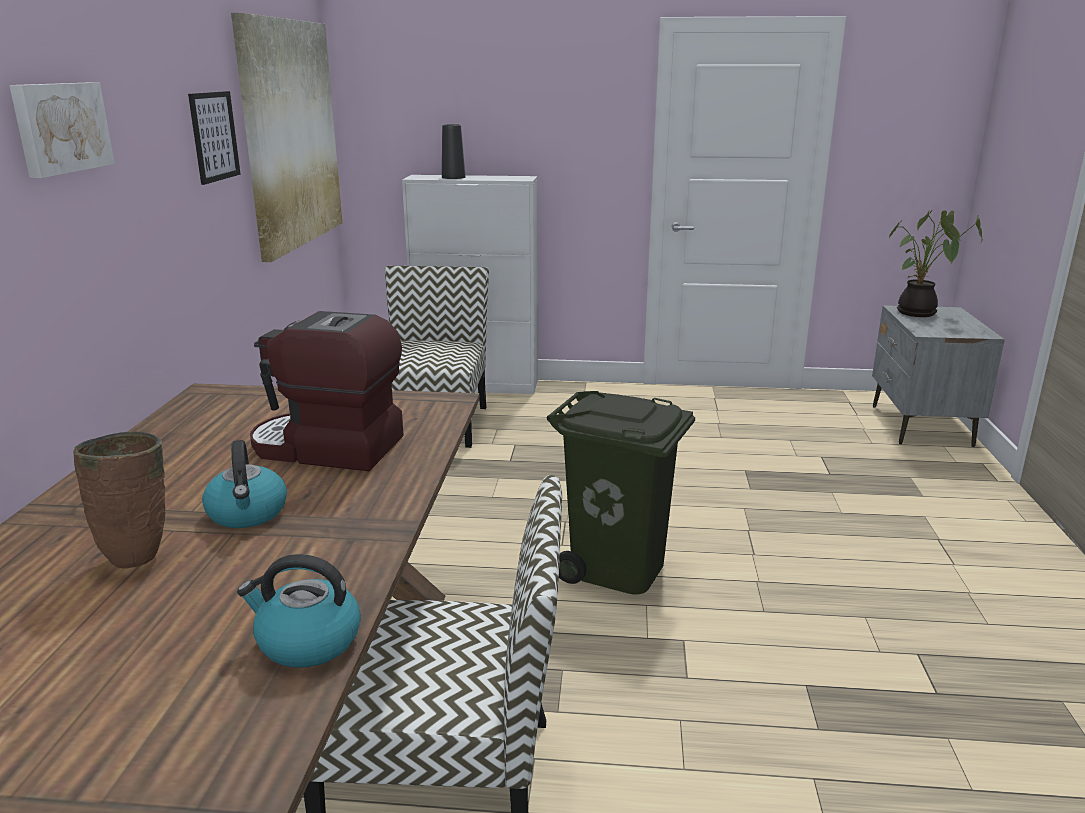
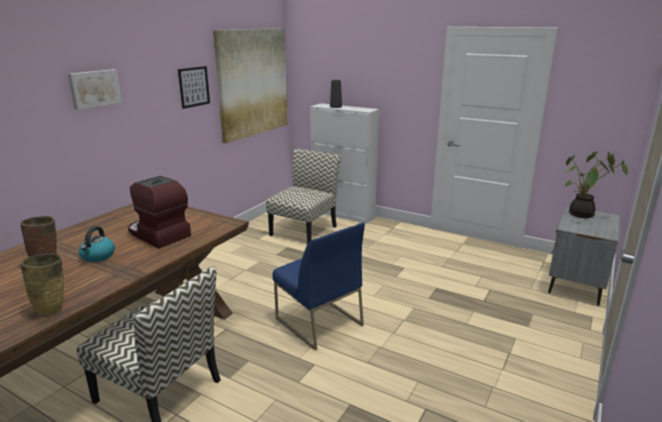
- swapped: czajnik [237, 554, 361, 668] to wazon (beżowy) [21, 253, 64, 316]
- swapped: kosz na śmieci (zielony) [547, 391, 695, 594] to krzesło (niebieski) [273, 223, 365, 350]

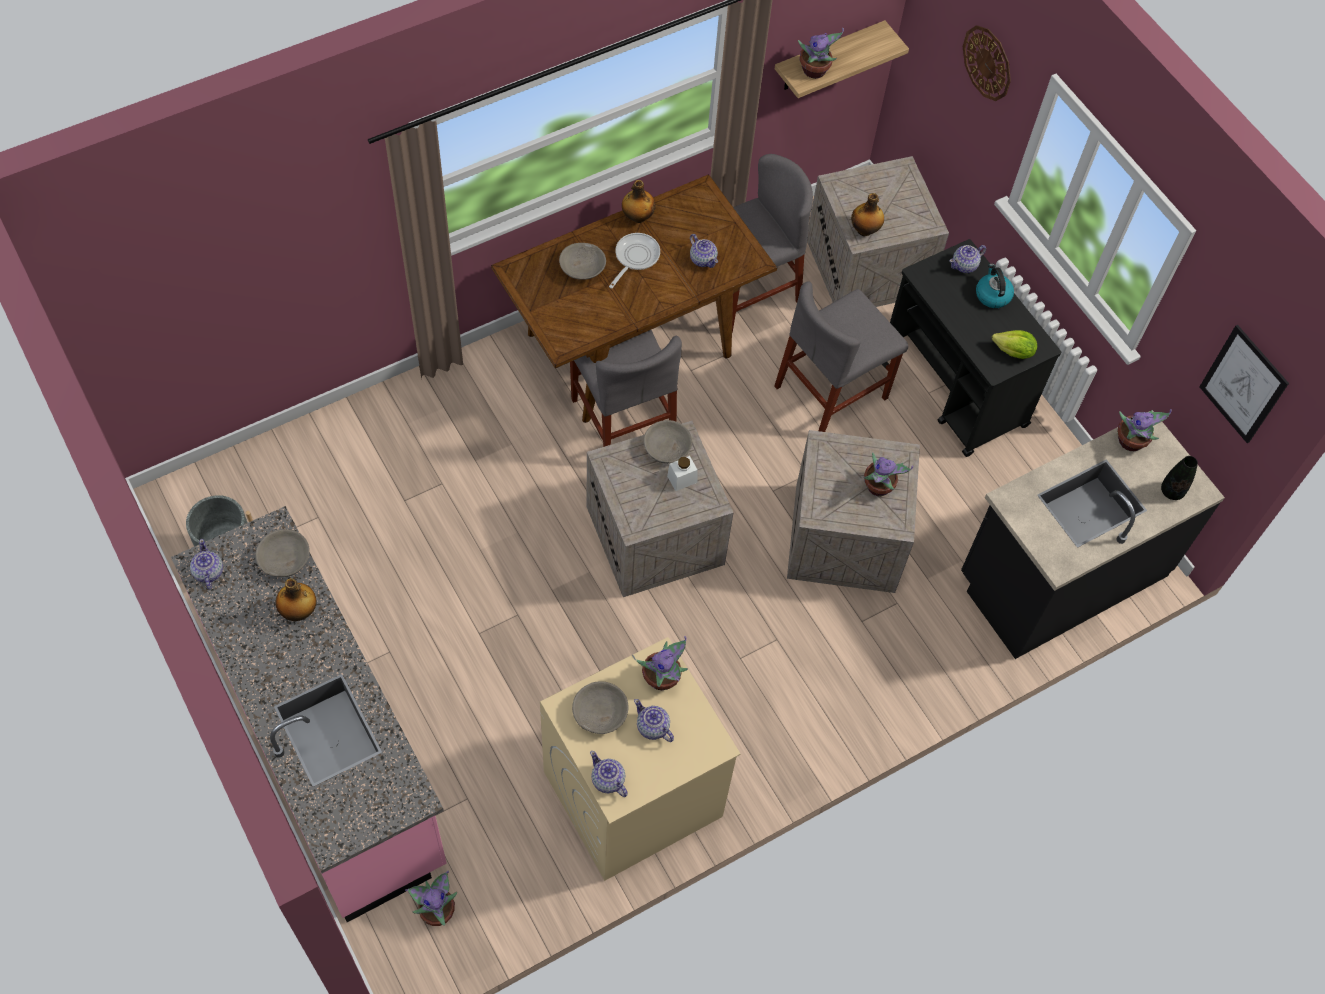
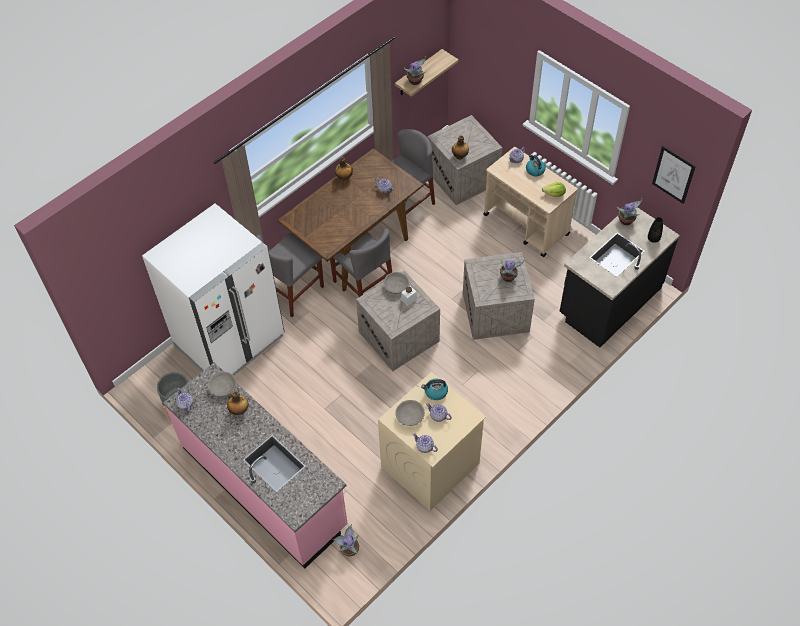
- gone: miska (szary) [559, 243, 606, 280]
- gone: patelnia [609, 233, 660, 289]
- gone: zegar ścienny [963, 25, 1011, 101]
- new: lodówka (biały) [142, 203, 285, 376]
- shifted: krzesło (szary) [774, 282, 908, 432] to [256, 233, 324, 317]
- swapped: roślina doniczkowa [636, 636, 688, 690] to czajnik [421, 379, 448, 400]
- repainted: wózek (czarny) [890, 239, 1061, 457] to wózek (beżowy) [483, 147, 578, 257]

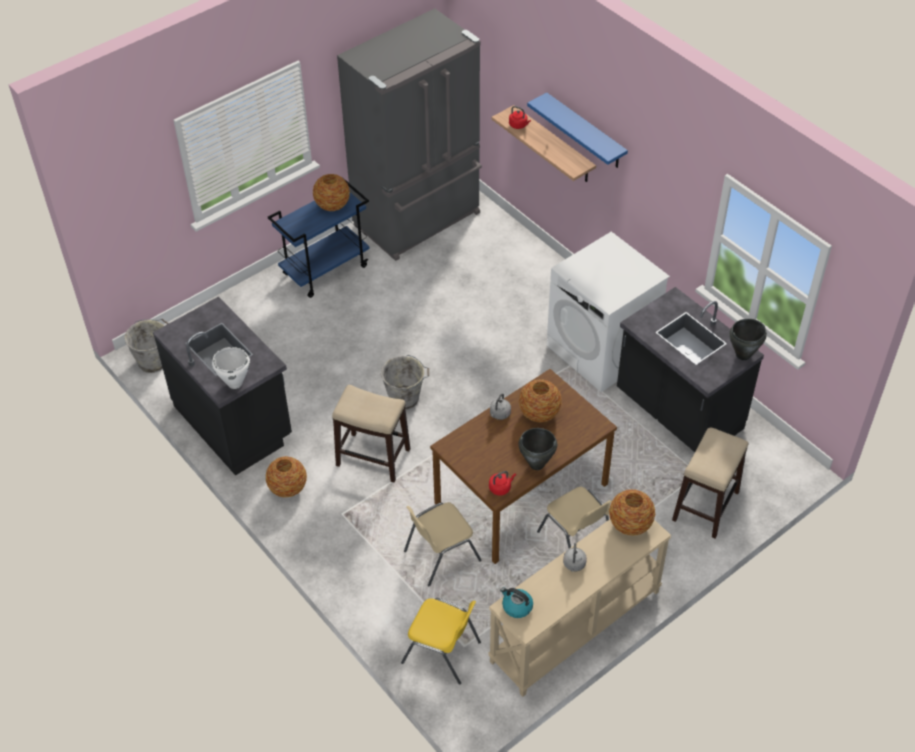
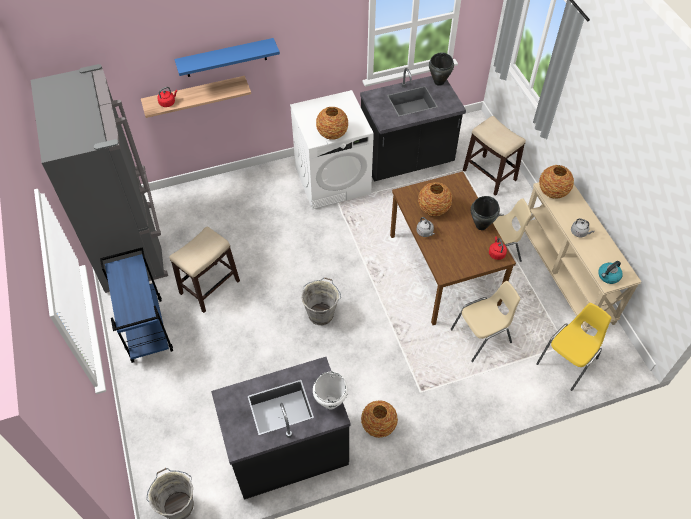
- shifted: wazon [313, 174, 350, 211] to [316, 107, 348, 140]
- shifted: stołek [332, 385, 410, 482] to [169, 227, 240, 313]
- rotated: krzesło (beżowy) [404, 502, 482, 587] = [451, 281, 520, 362] 105 degrees counterclockwise

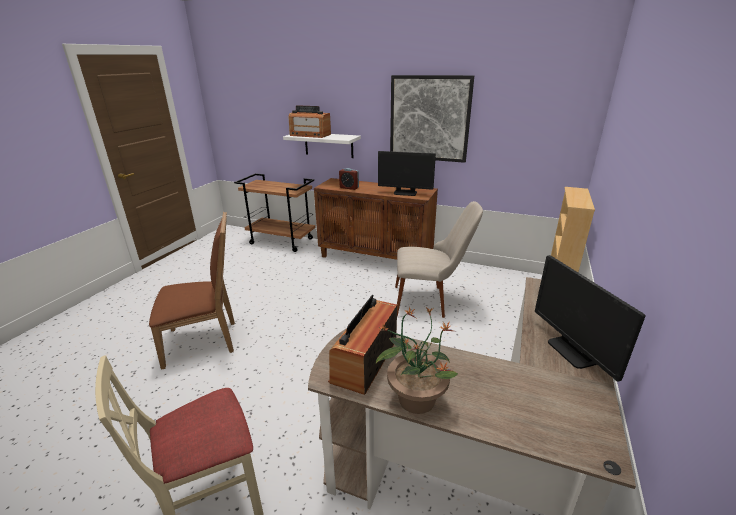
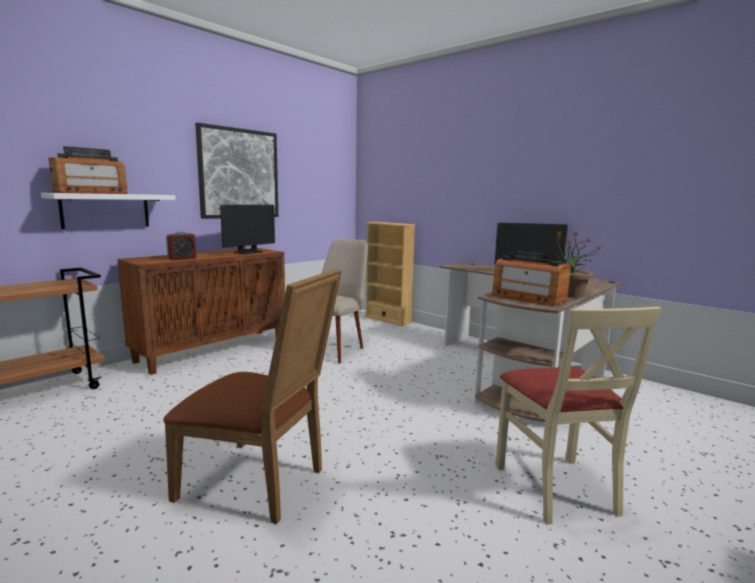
- rotated: krzesło (brązowy) [149, 212, 235, 369] = [163, 269, 342, 524] 105 degrees clockwise

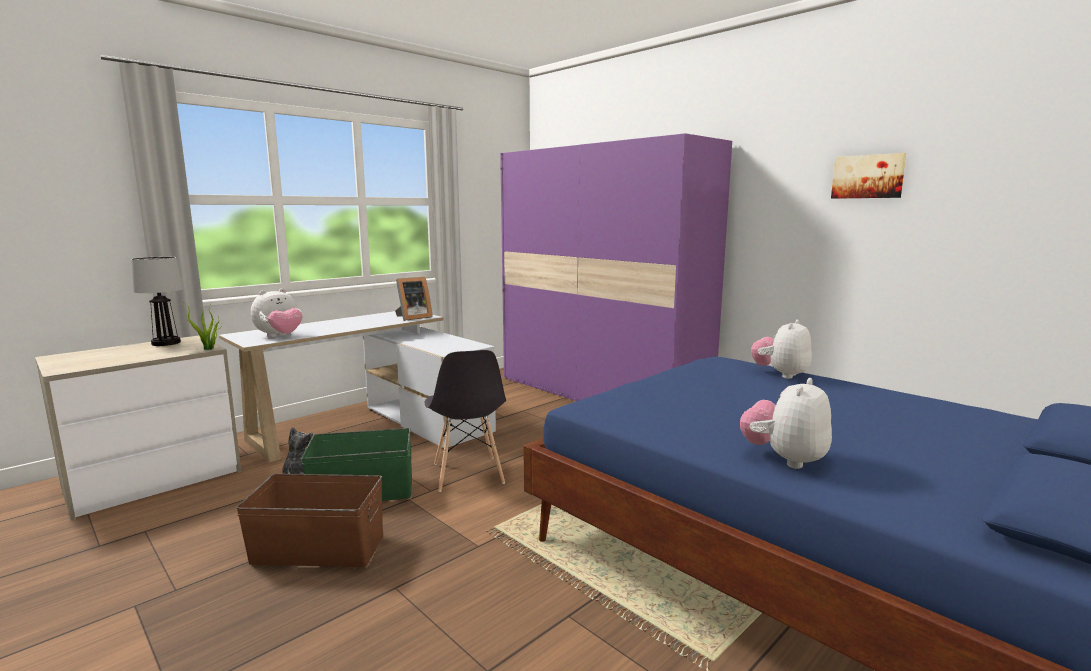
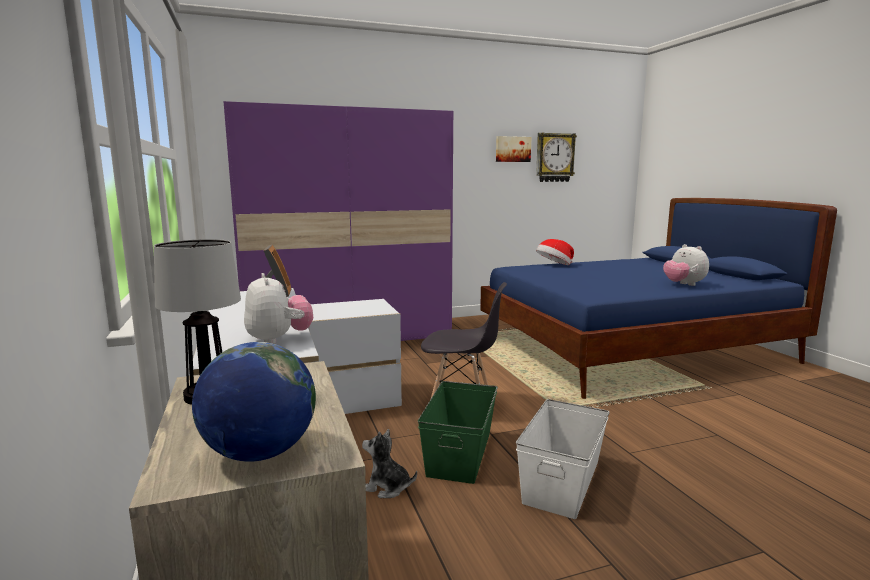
- gone: roślina doniczkowa [183, 301, 222, 350]
- new: globus [192, 342, 316, 462]
- new: zegar ścienny [536, 133, 577, 182]
- swapped: pluszak [751, 320, 812, 379] to kapelusz [536, 239, 574, 265]
- repainted: pojemnik do przechowywania (brązowy) [236, 474, 383, 567] to pojemnik do przechowywania (biały) [516, 399, 610, 519]

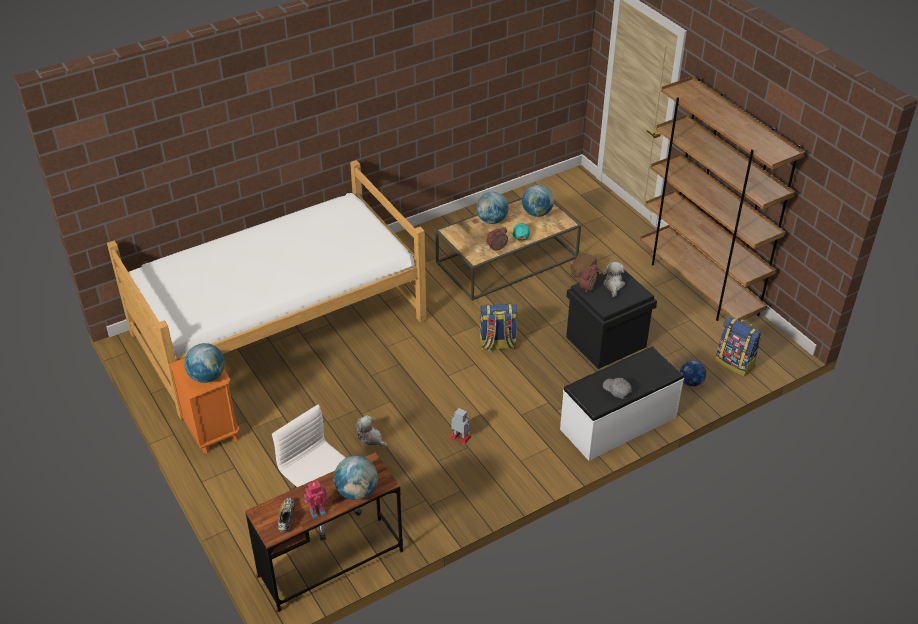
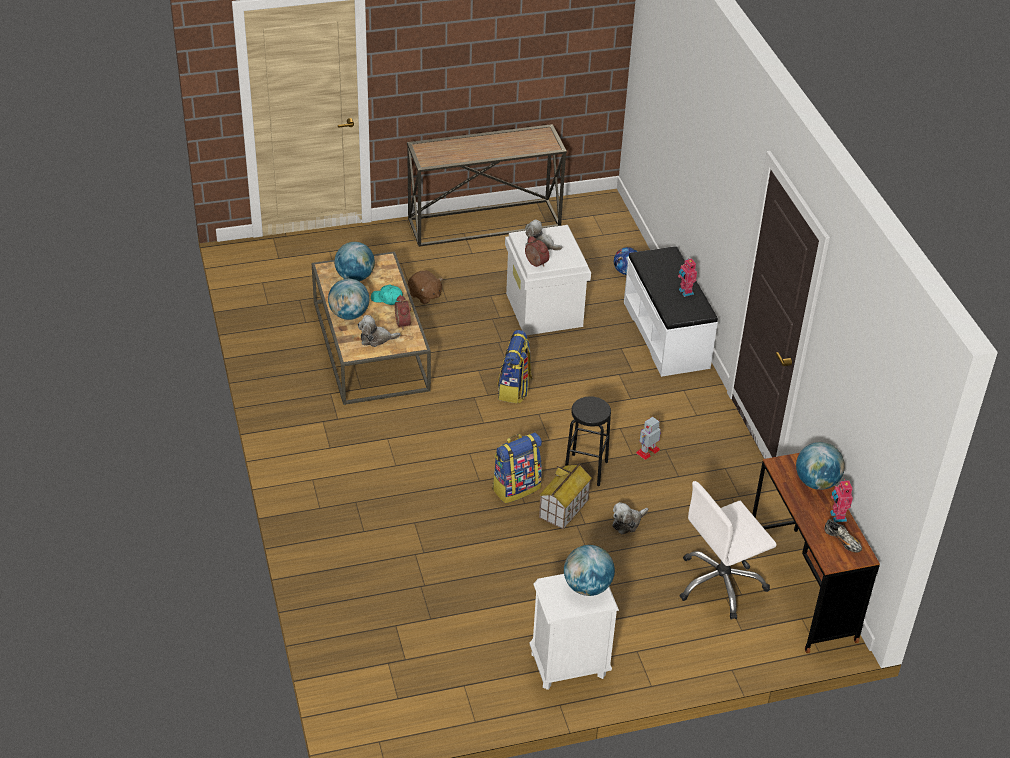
- gone: łóżko [107, 160, 426, 419]
- new: pluszak [358, 315, 401, 347]
- new: domek [539, 463, 592, 530]
- new: stołek (czarny) [565, 396, 611, 486]
- shifted: plecak [715, 317, 761, 376] to [492, 432, 542, 503]
- swapped: czapka z daszkiem (szary) [603, 378, 632, 399] to robot zabawkowy [678, 258, 697, 297]
- swapped: regał (brązowy) [640, 76, 805, 321] to stolik konsolowy [407, 124, 567, 247]
- repainted: szafka nocna (pomarańczowy) [169, 358, 240, 454] to szafka nocna (biały) [530, 574, 619, 690]
- repainted: pojemnik do przechowywania (czarny) [566, 271, 657, 369] to pojemnik do przechowywania (biały) [505, 225, 591, 335]
- rotated: but [278, 497, 295, 533] = [825, 519, 862, 553] 150 degrees counterclockwise

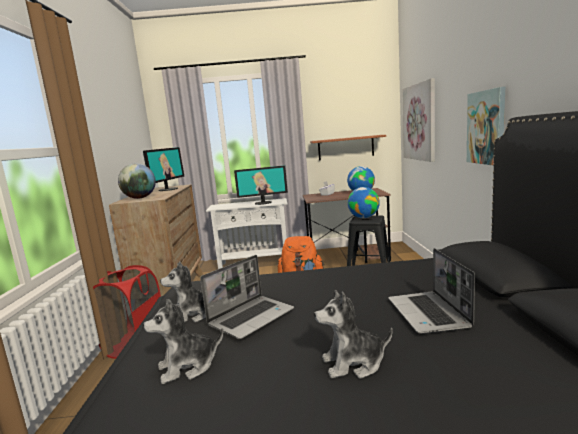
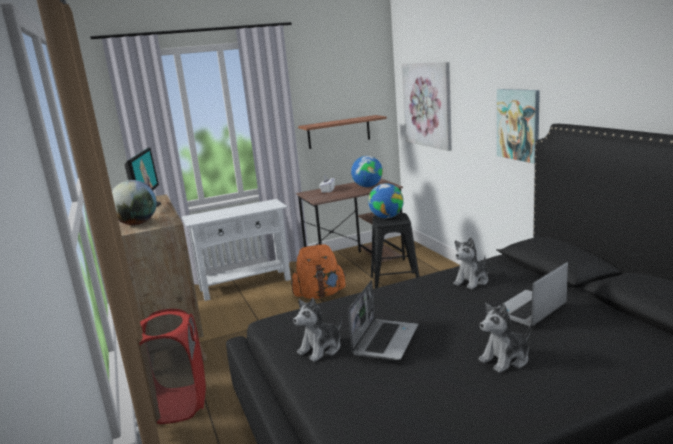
- gone: monitor [234, 165, 288, 205]
- shifted: pluszak [143, 299, 223, 384] to [453, 237, 488, 289]
- rotated: laptop [388, 248, 475, 334] = [498, 262, 568, 327] 75 degrees clockwise

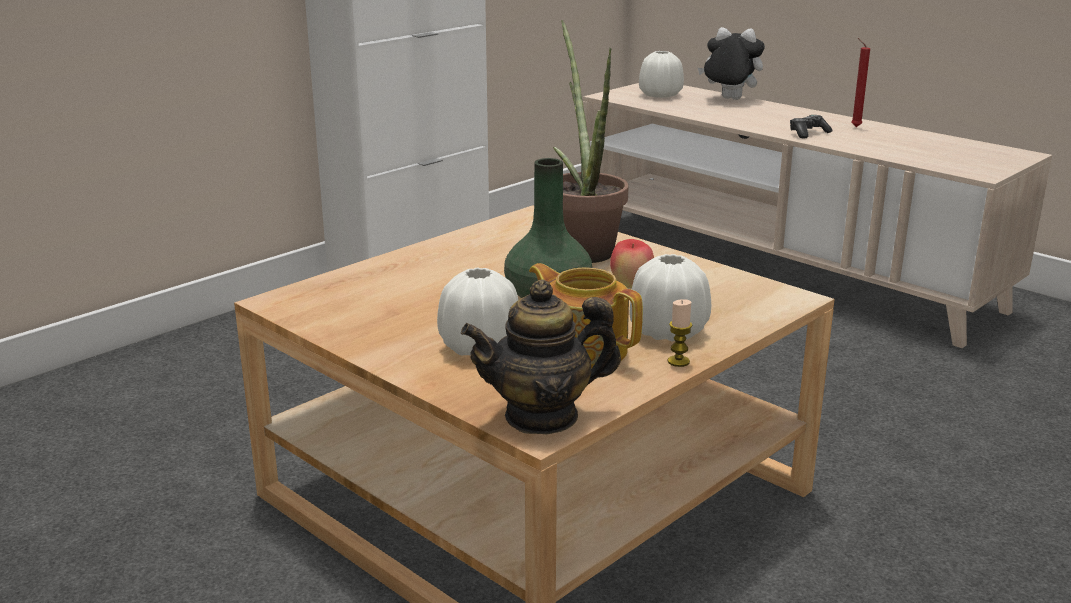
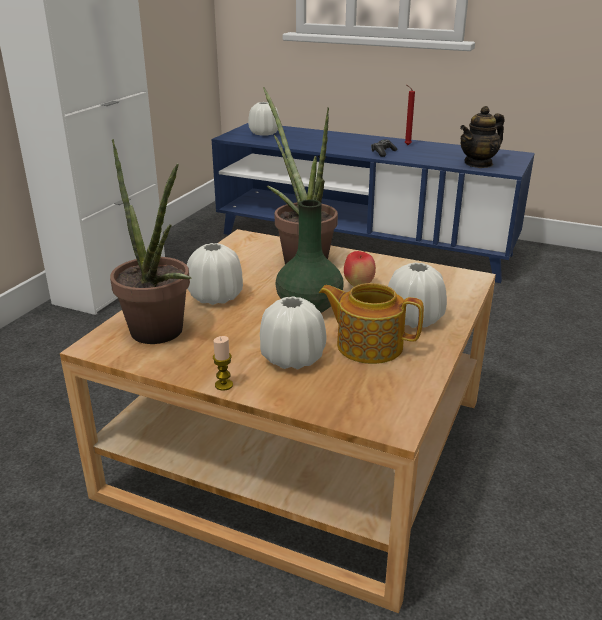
- gone: pluszak [698, 27, 765, 100]
- new: roślina doniczkowa [110, 139, 192, 344]
- new: wazon (biały) [187, 243, 243, 305]
- shifted: imbryk [461, 280, 621, 435] to [460, 106, 505, 168]
- shifted: świeca [668, 299, 692, 367] to [213, 336, 233, 391]
- repainted: szafka pod telewizor (beżowy) [583, 83, 1052, 348] to szafka pod telewizor (niebieski) [212, 123, 535, 283]

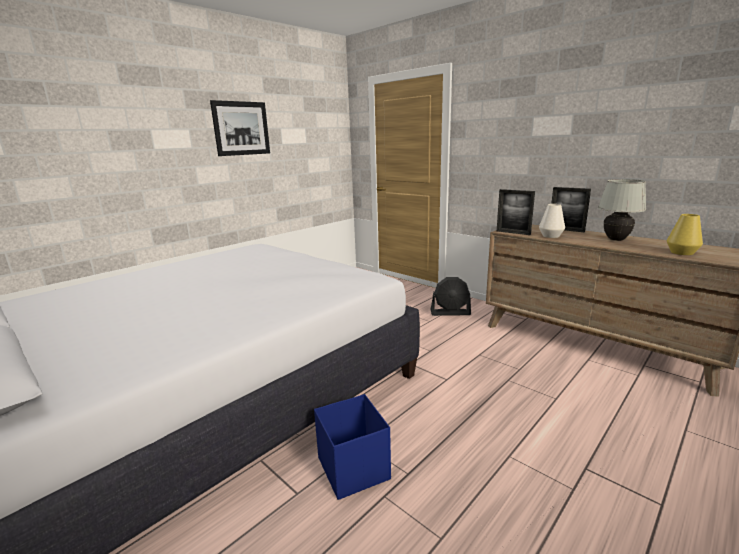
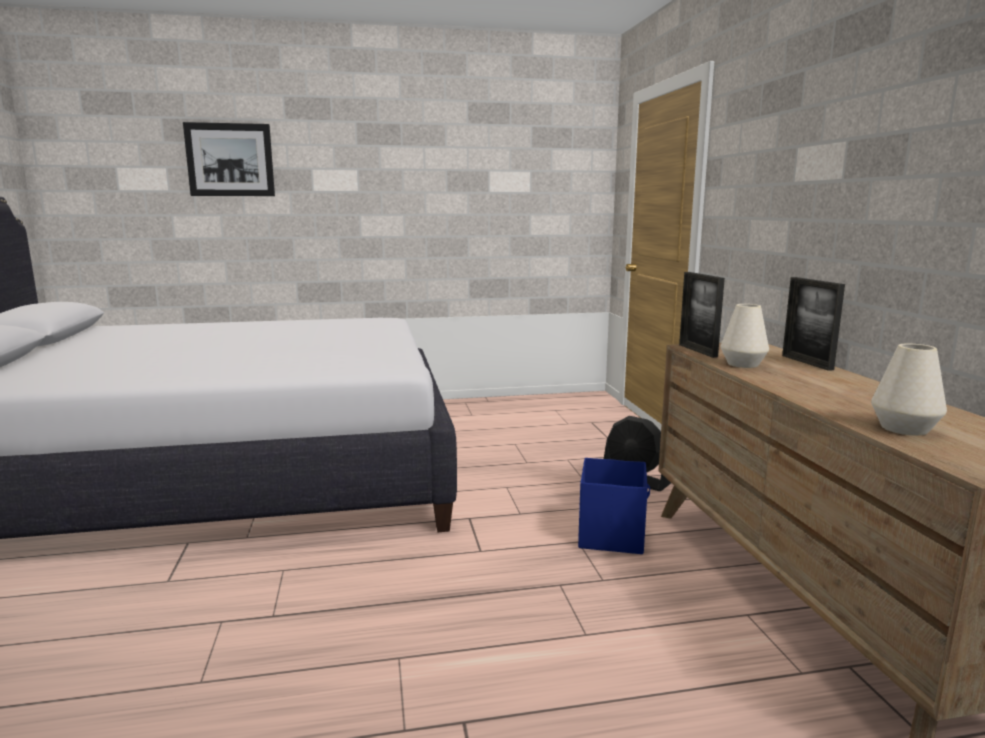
- gone: lampa stołowa (biały) [598, 179, 646, 241]
- shifted: obraz [210, 100, 270, 156] to [183, 122, 275, 196]
- shifted: pojemnik do przechowywania (niebieski) [314, 394, 391, 500] to [578, 458, 650, 554]
- repainted: wazon (żółty) [667, 214, 703, 255] to wazon (biały) [871, 343, 947, 436]

